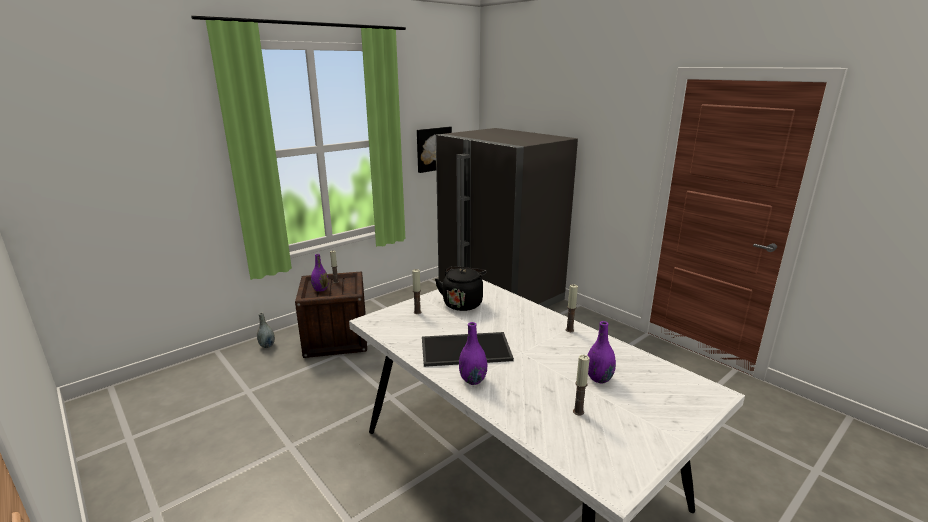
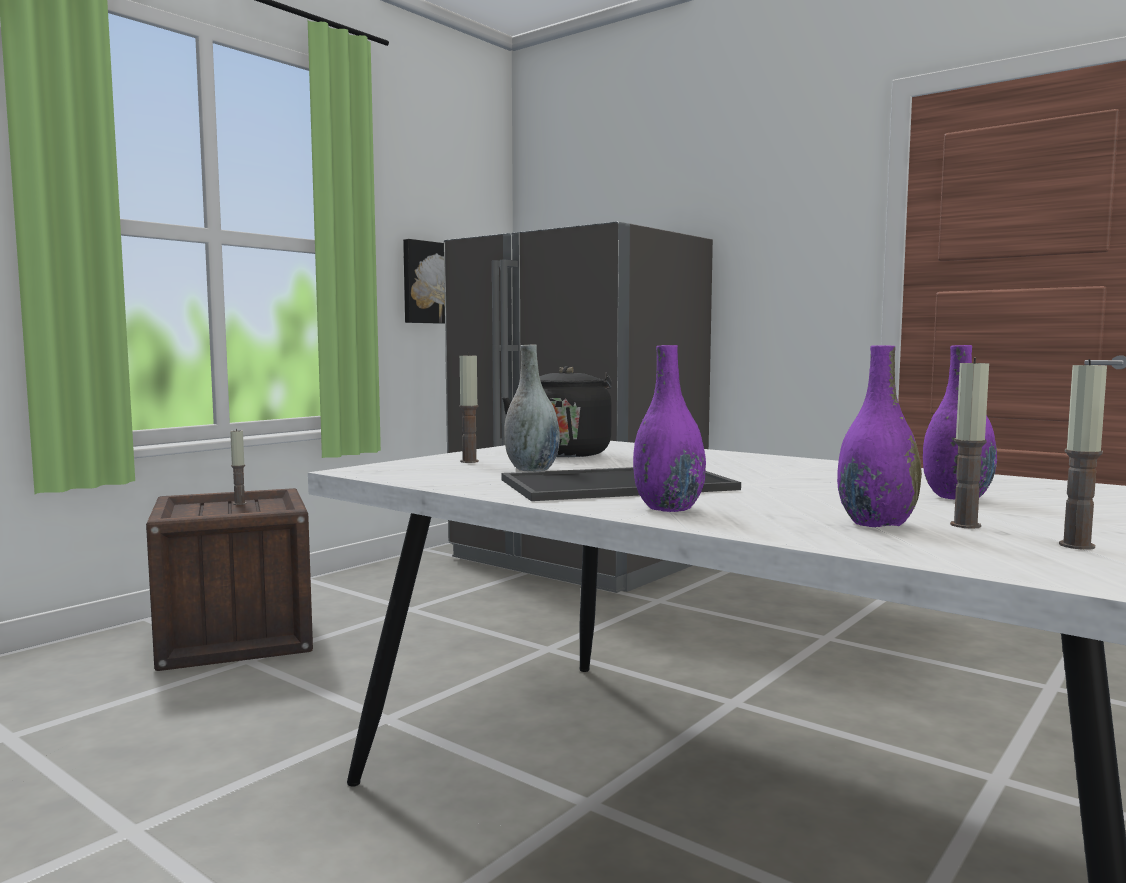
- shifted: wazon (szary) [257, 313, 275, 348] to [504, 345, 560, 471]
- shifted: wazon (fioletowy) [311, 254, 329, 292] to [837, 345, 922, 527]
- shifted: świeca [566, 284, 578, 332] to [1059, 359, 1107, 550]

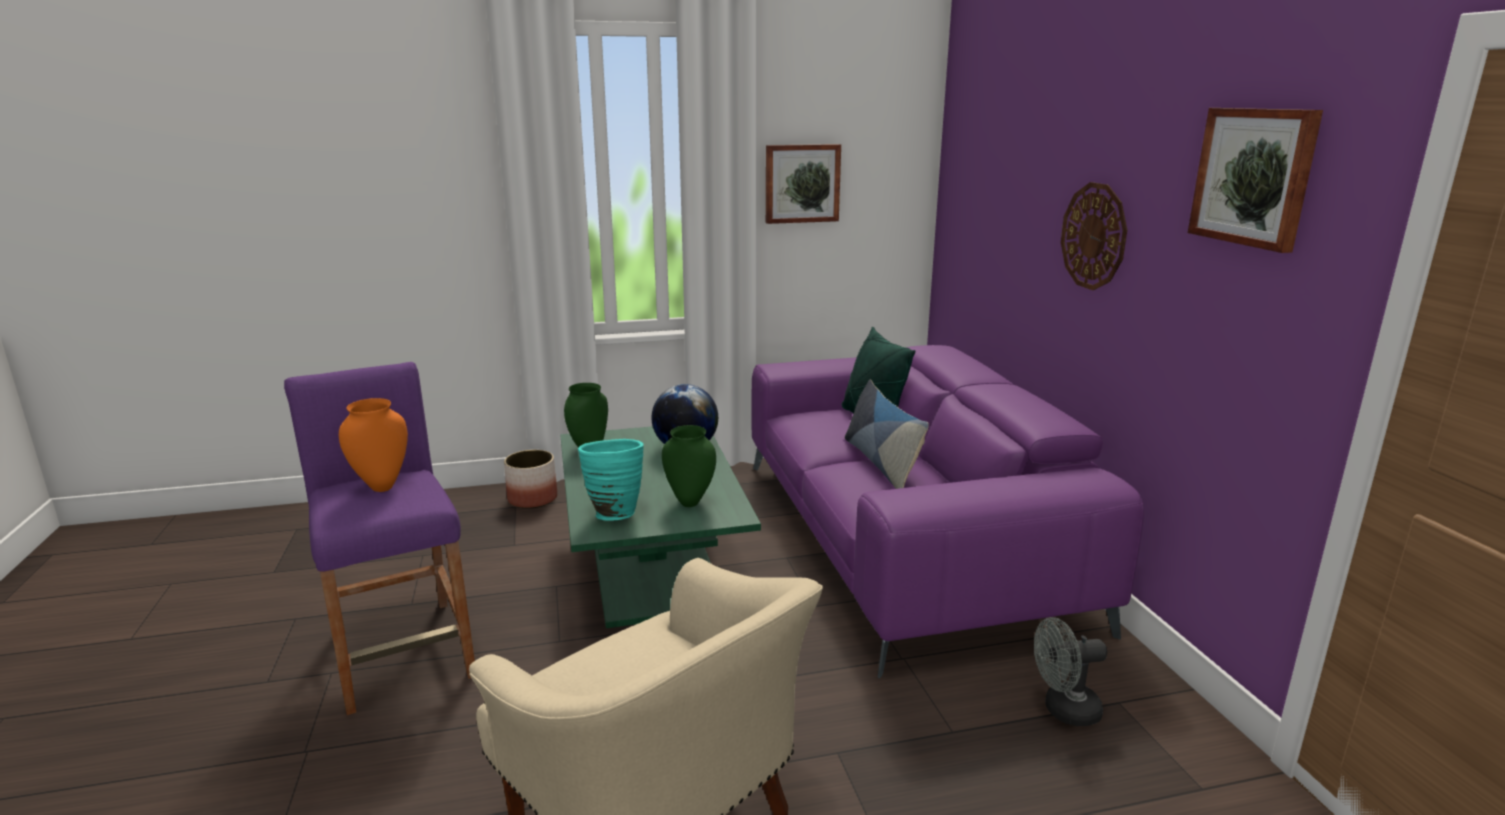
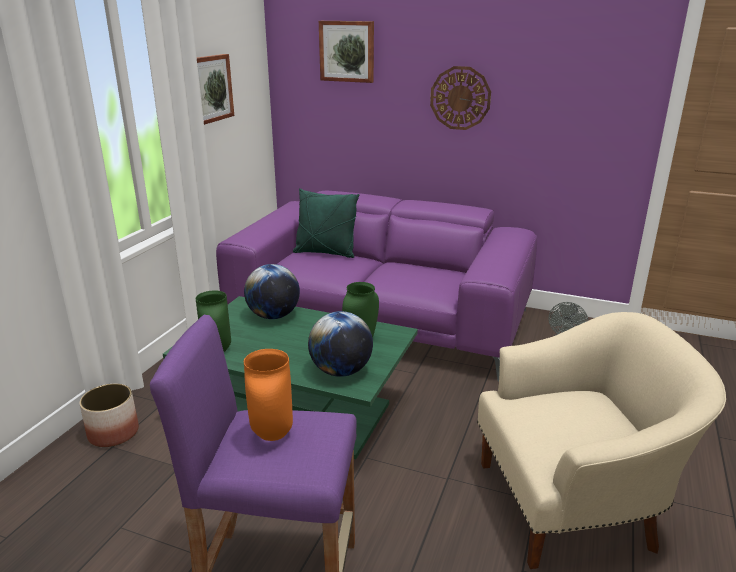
- gone: poduszka [845, 380, 929, 489]
- shifted: obraz [1188, 108, 1323, 253] to [319, 21, 374, 83]
- swapped: wazon (turkusowy) [578, 439, 644, 521] to globus [308, 311, 373, 377]

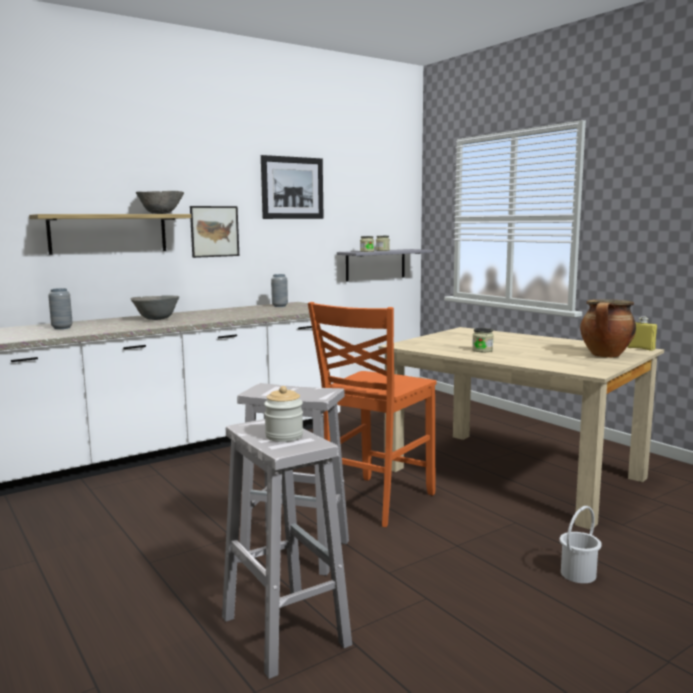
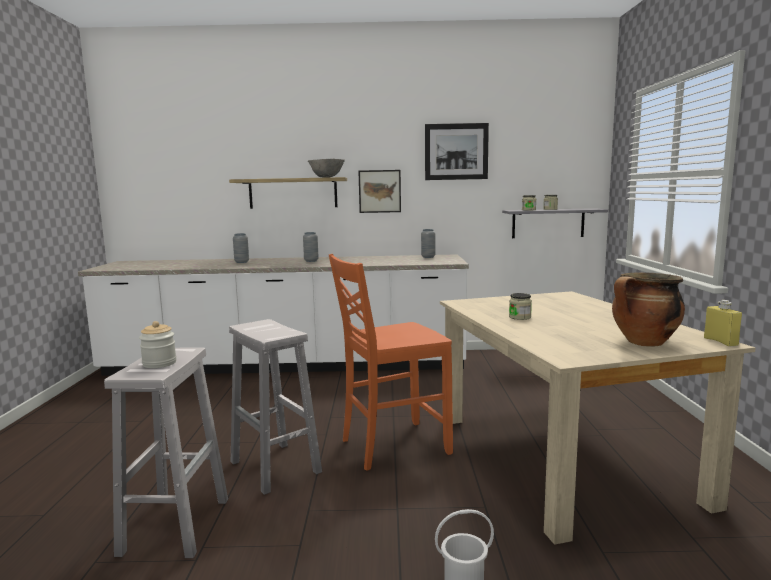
- swapped: miska (szary) [131, 295, 179, 320] to wazon (szary) [303, 232, 319, 262]

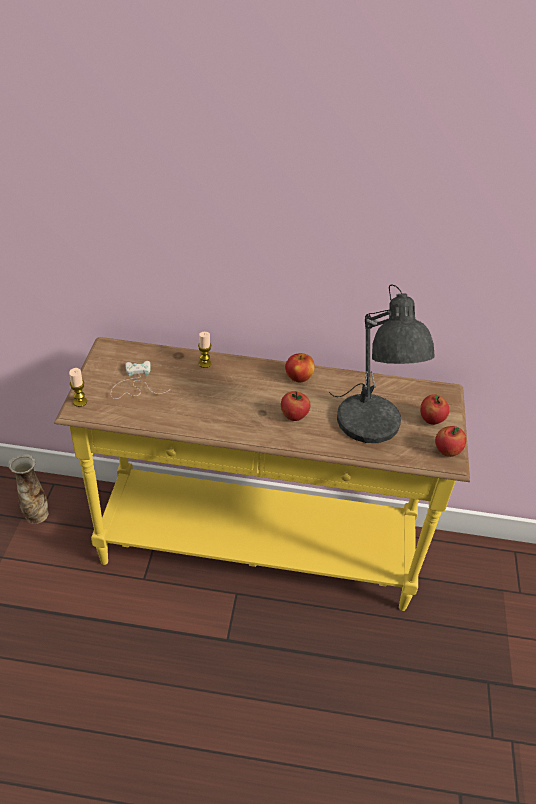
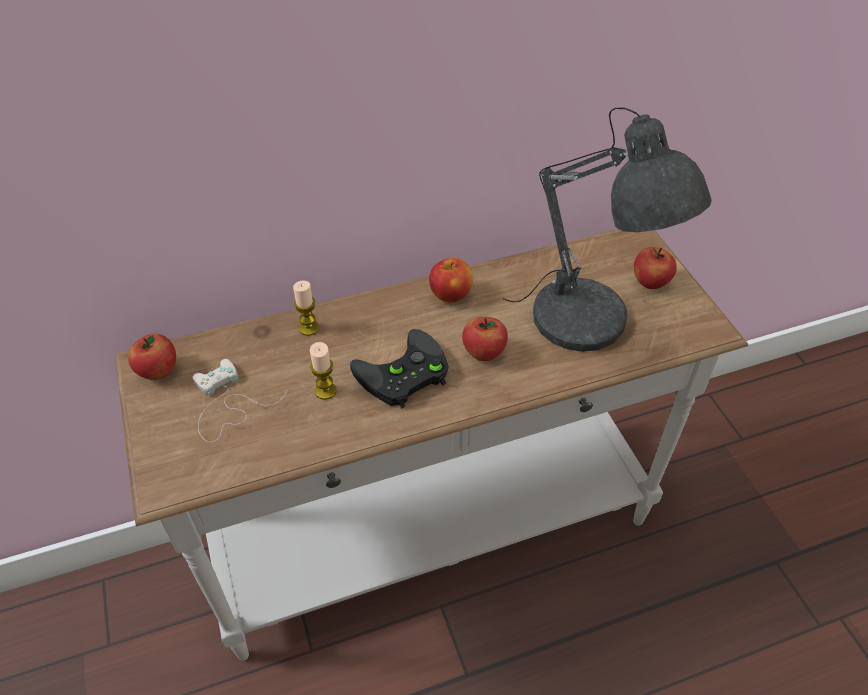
- gone: wazon [9, 454, 48, 524]
- new: pad do gier (czarny) [350, 329, 449, 409]
- shifted: świeca [69, 368, 87, 407] to [310, 342, 337, 400]
- shifted: jabłko [435, 426, 466, 457] to [128, 334, 176, 380]
- repainted: stolik konsolowy (żółty) [54, 337, 470, 611] to stolik konsolowy (biały) [115, 229, 748, 661]

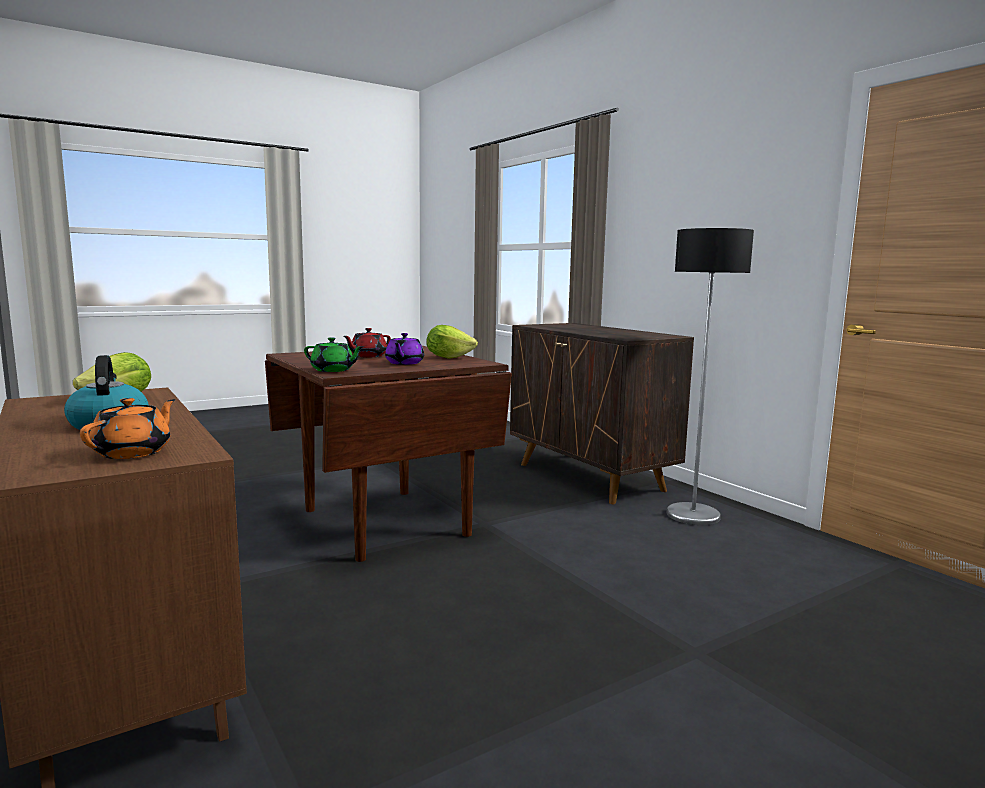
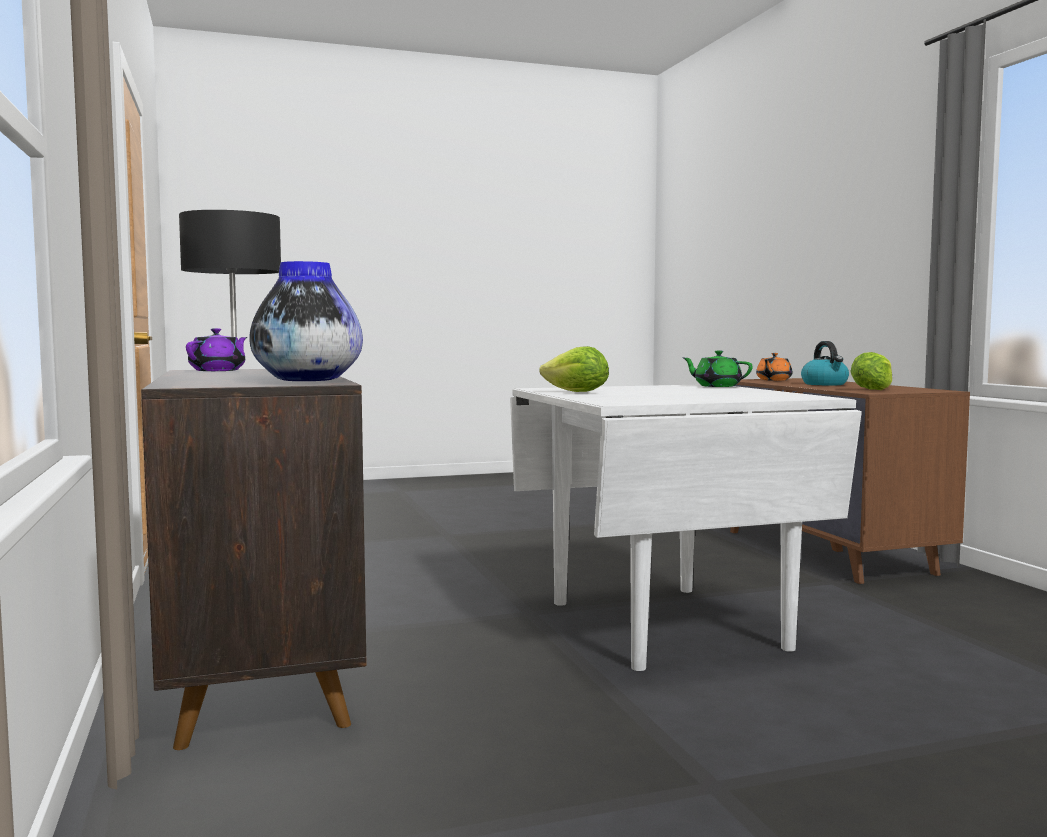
- gone: imbryk (czerwony) [343, 328, 391, 358]
- new: wazon [249, 261, 363, 381]
- shifted: imbryk (fioletowy) [385, 333, 424, 365] to [186, 328, 247, 371]
- repainted: stół jadalny (brązowy) [265, 346, 512, 562] to stół jadalny (biały) [510, 384, 862, 671]

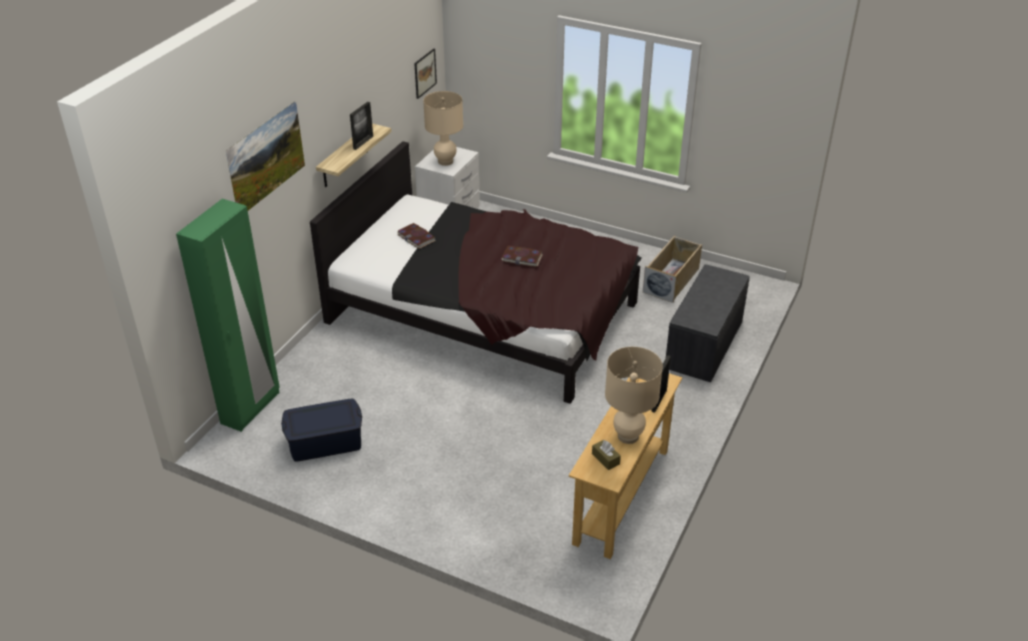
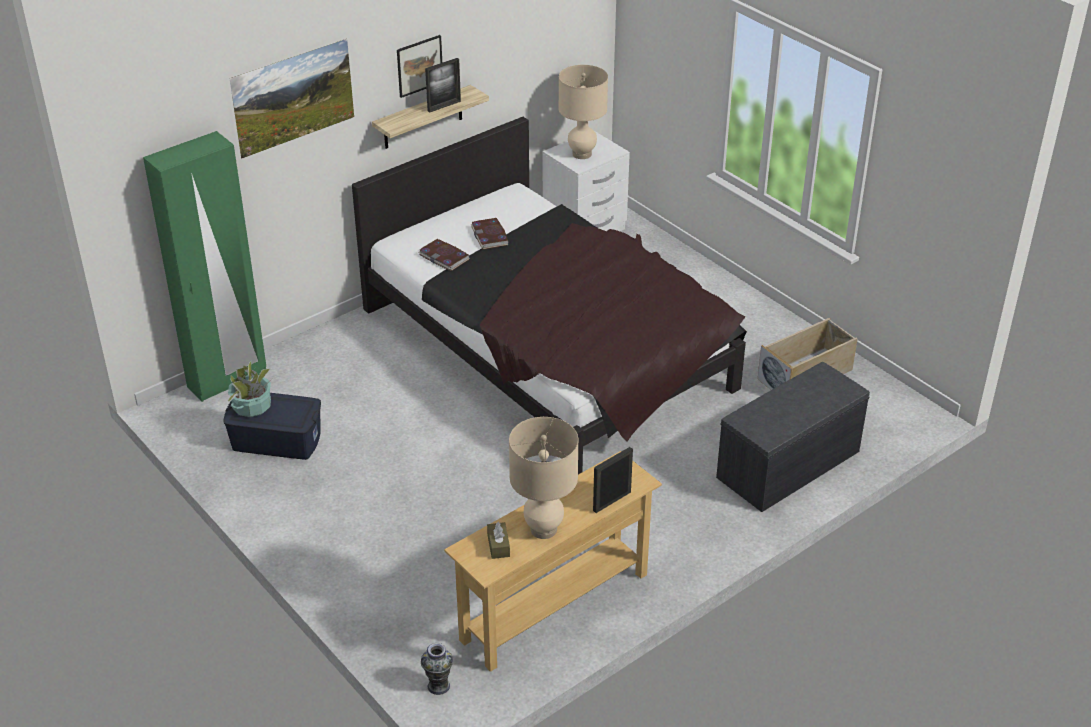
- new: roślina doniczkowa [227, 361, 271, 417]
- new: wazon [421, 643, 453, 695]
- shifted: obraz [414, 48, 437, 99] to [397, 35, 442, 98]
- shifted: książka [501, 246, 543, 267] to [418, 239, 470, 271]

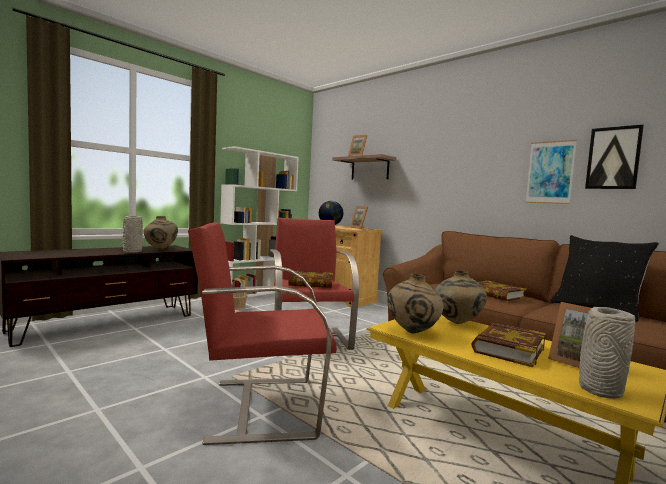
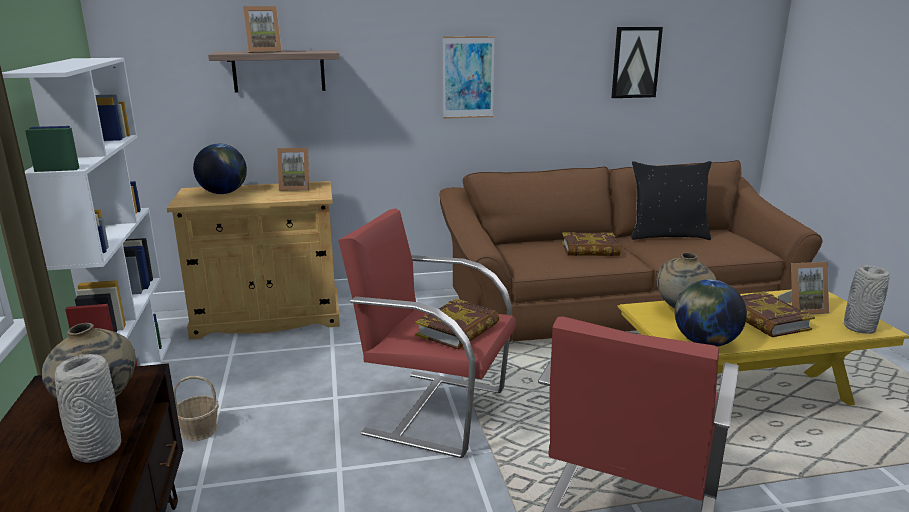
- shifted: obraz [526, 140, 577, 204] to [443, 36, 495, 119]
- swapped: wazon (beżowy) [387, 274, 444, 333] to globus [675, 280, 747, 347]

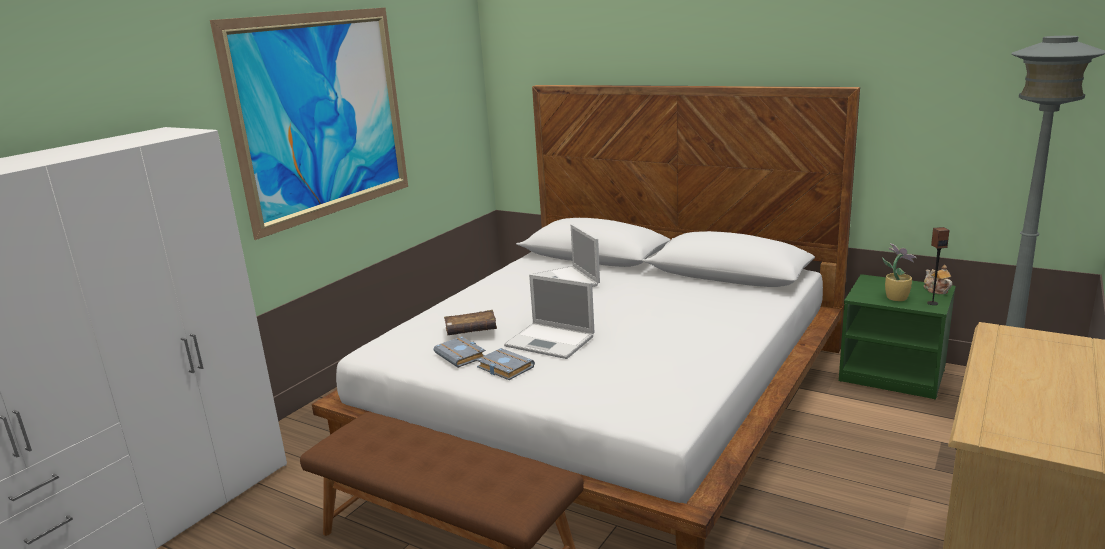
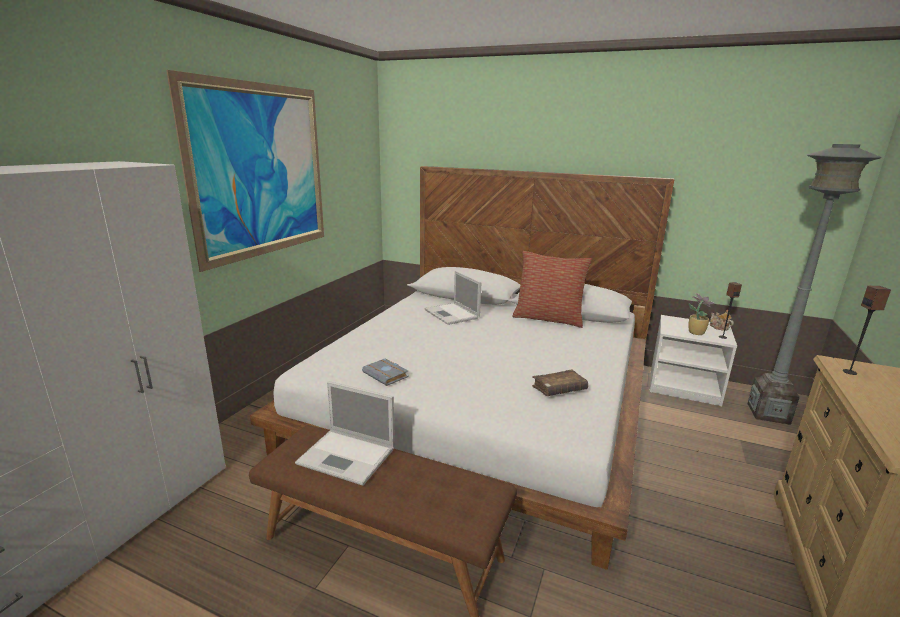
- gone: książka (szary) [476, 348, 535, 380]
- new: poduszka [512, 251, 592, 328]
- new: głośnik [843, 286, 891, 375]
- shifted: książka (brązowy) [444, 310, 497, 335] to [532, 369, 588, 396]
- shifted: laptop [504, 274, 594, 359] to [295, 381, 395, 486]
- repainted: szafka nocna (zielony) [839, 274, 956, 400] to szafka nocna (biały) [650, 315, 737, 406]

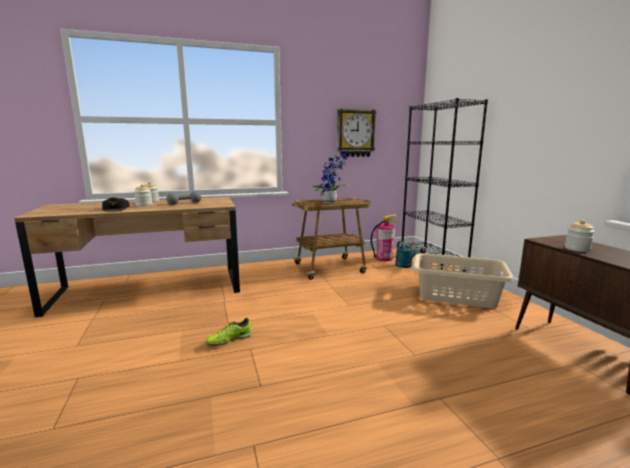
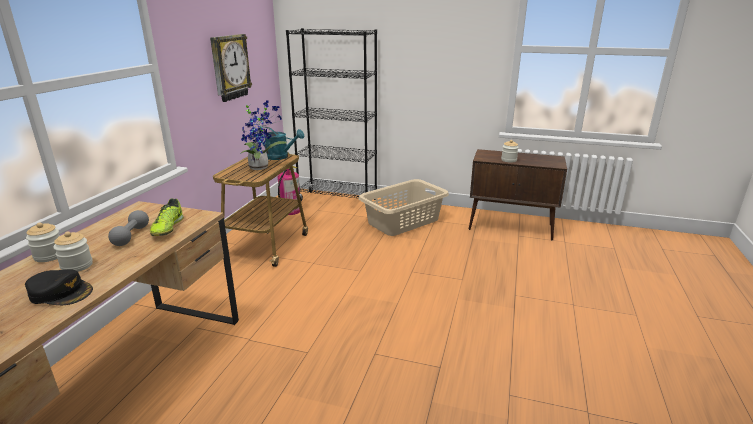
- shifted: but [206, 318, 252, 346] to [150, 198, 184, 236]
- shifted: konewka (turkusowy) [395, 241, 420, 268] to [260, 127, 304, 160]

